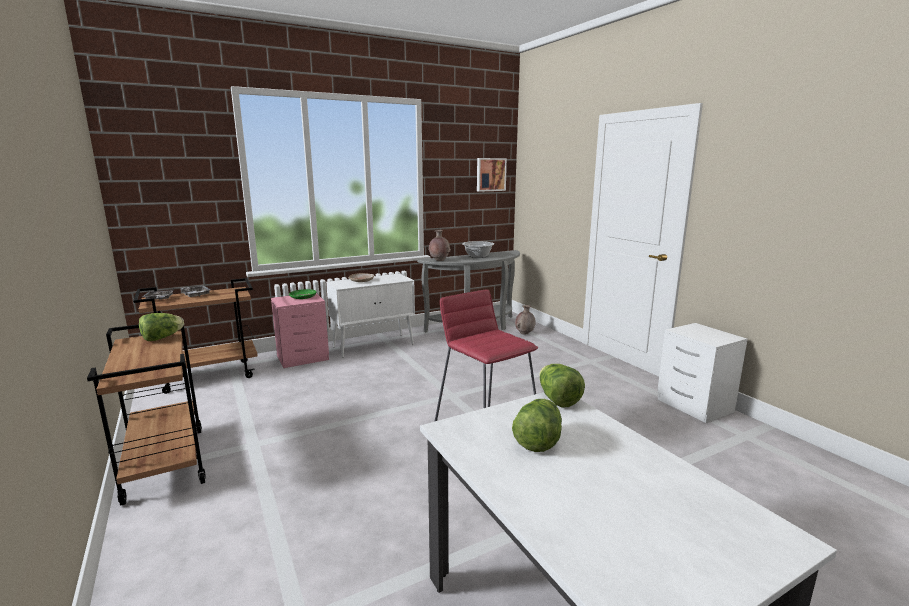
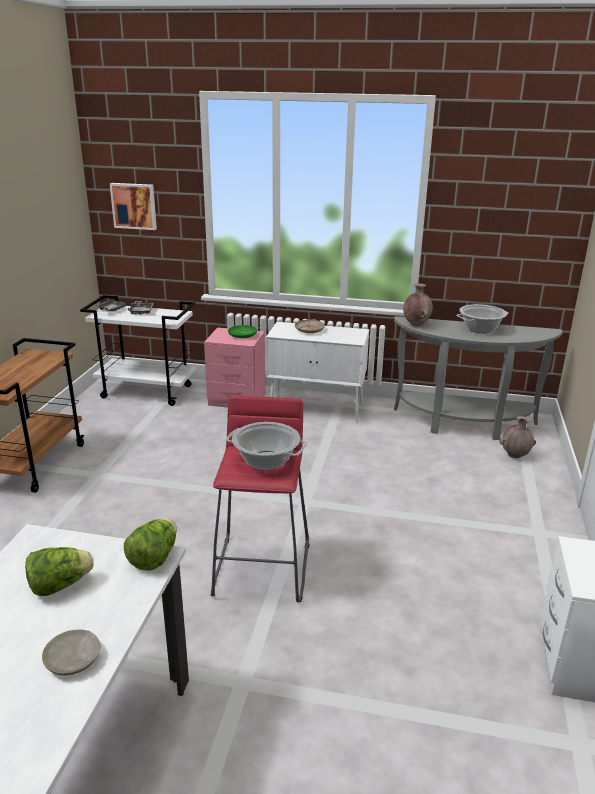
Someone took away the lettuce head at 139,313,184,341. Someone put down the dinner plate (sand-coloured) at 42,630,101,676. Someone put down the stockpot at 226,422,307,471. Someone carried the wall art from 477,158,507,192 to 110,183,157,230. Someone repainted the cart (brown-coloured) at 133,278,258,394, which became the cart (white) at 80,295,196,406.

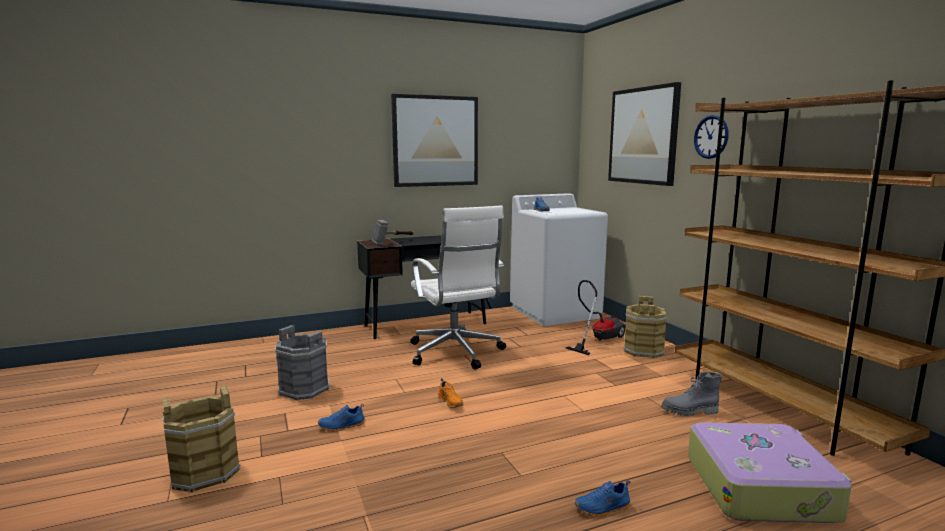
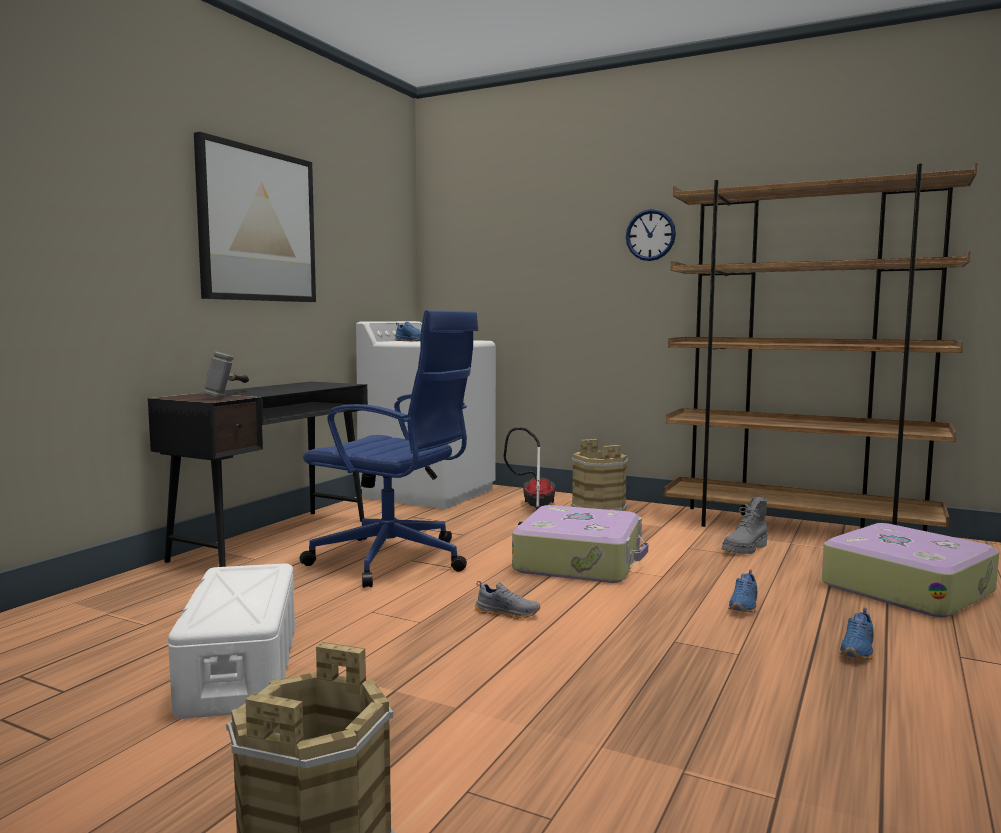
Someone took away the wall art at 608,82,681,186. Someone put down the suitcase at 512,505,648,583. Someone carried the item of footwear (blue) from 318,404,365,432 to 728,569,758,613. Someone swapped the bucket (gray) at 275,325,330,400 for the storage bin (white) at 168,563,295,719. Someone repainted the office chair (white) at 410,206,506,370, which became the office chair (blue) at 300,310,478,588. Someone repainted the item of footwear (orange-coloured) at 438,378,464,408, which became the item of footwear (gray) at 475,581,540,619.

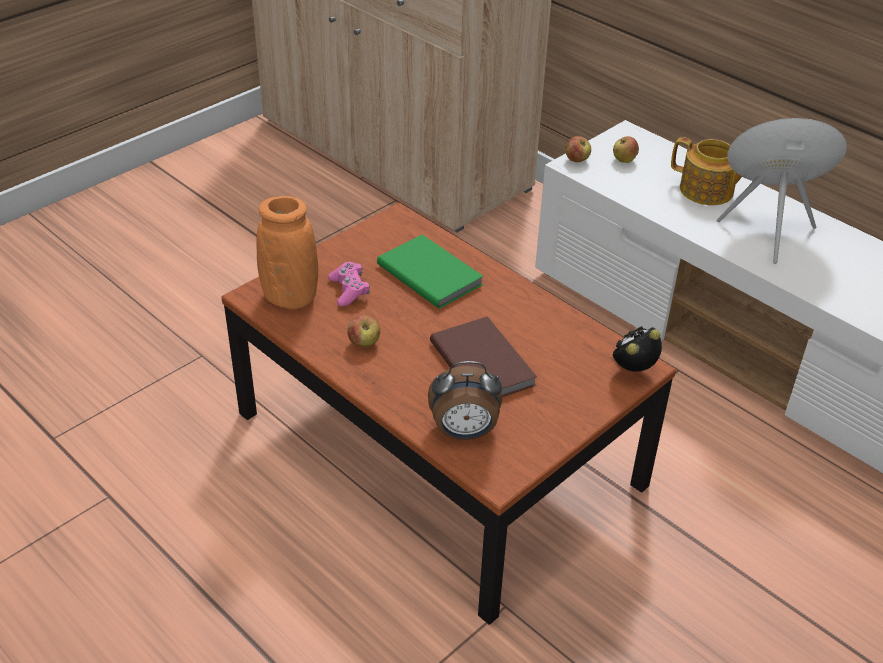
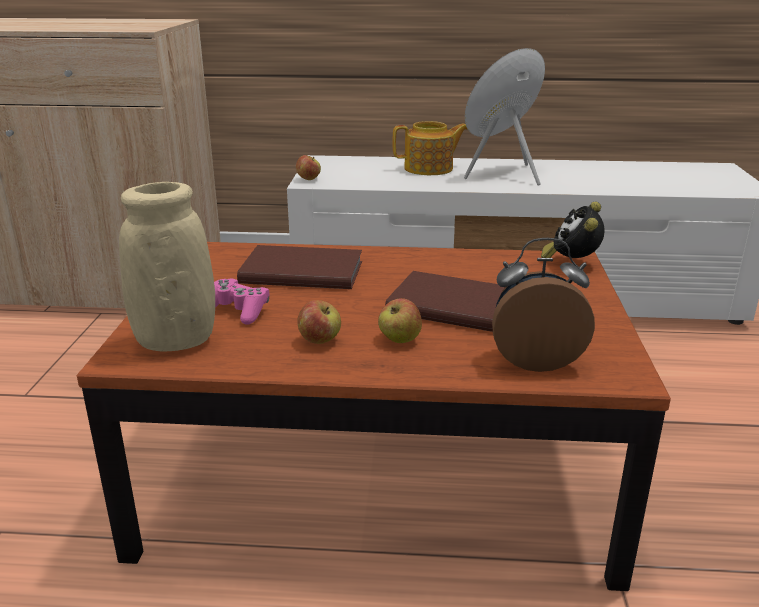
Someone carried the apple fruit from 613,136,639,163 to 378,298,422,343. Someone repainted the flower vase (orange-coloured) at 257,196,318,309, which became the flower vase (sand-coloured) at 119,182,215,351. Someone repainted the bound book (green-coloured) at 377,234,484,309, which became the bound book (brown-coloured) at 237,245,362,289. Someone rotated the bedside clock at 428,361,502,440 by 135 degrees counterclockwise.

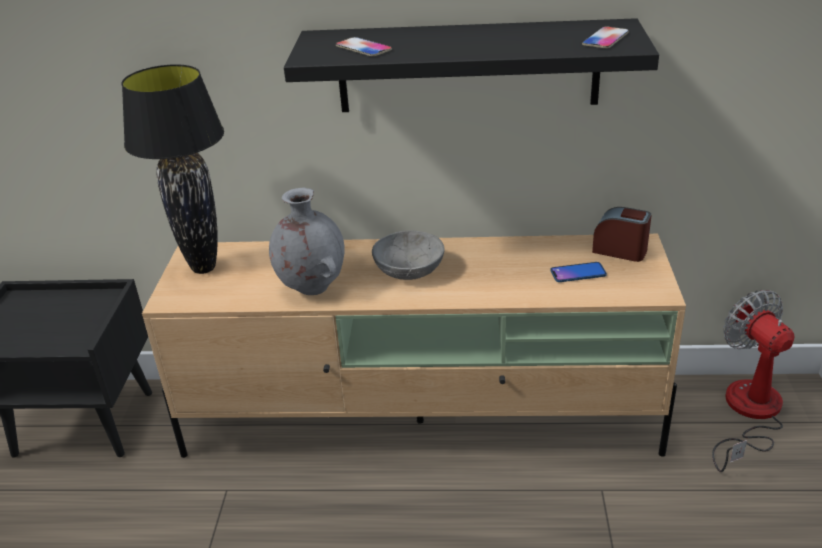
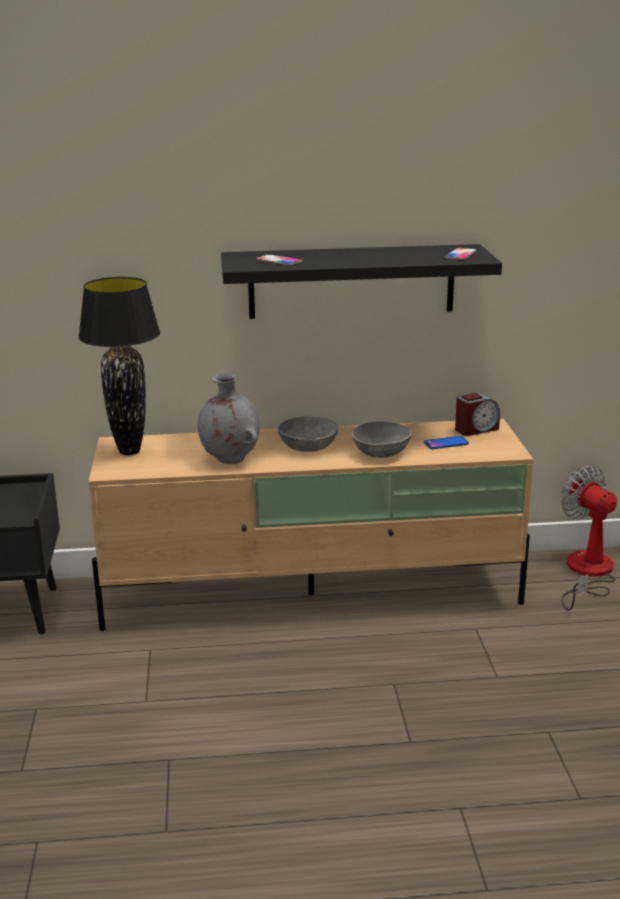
Someone put down the bowl (gray) at 351,422,412,458. Someone rotated the bedside clock at 592,207,652,262 by 135 degrees clockwise.

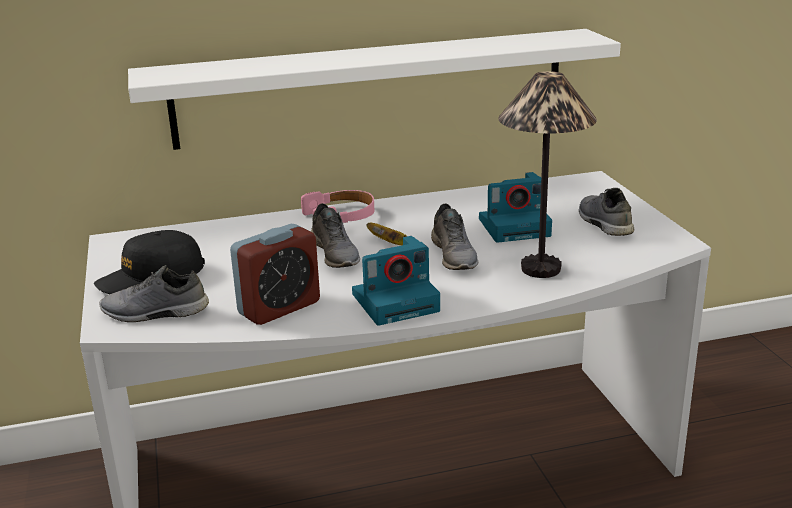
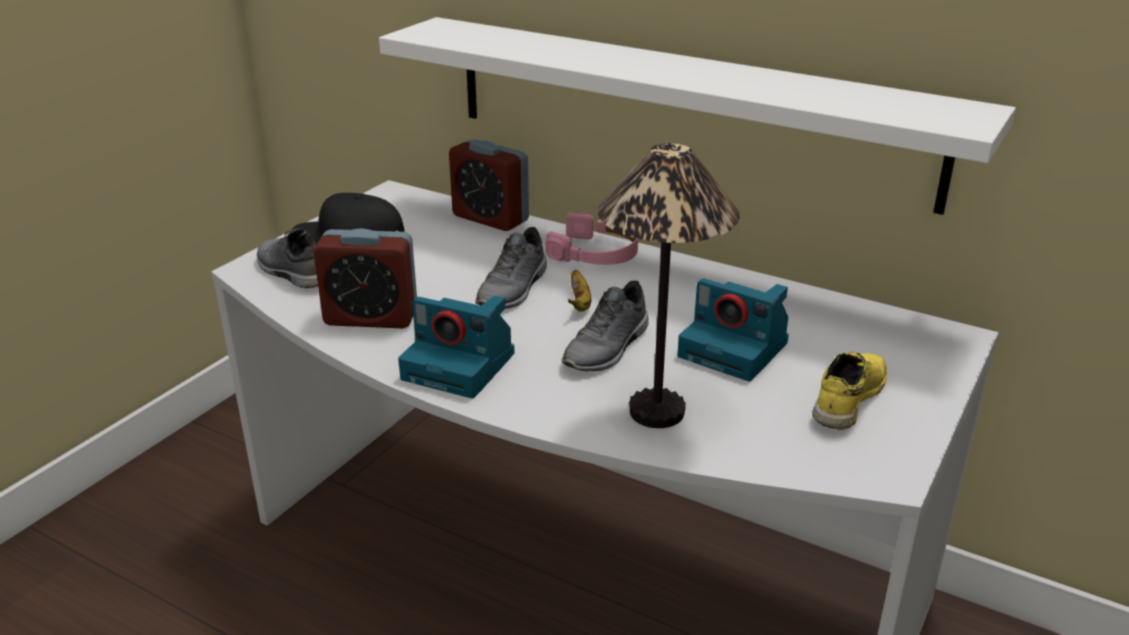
Someone put down the bedside clock at 449,139,529,231. Someone repainted the item of footwear (gray) at 579,188,634,236, which became the item of footwear (yellow) at 812,351,887,430.

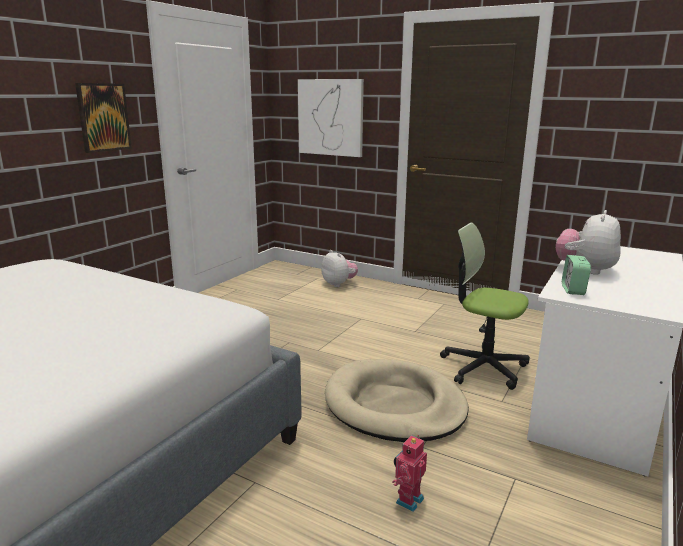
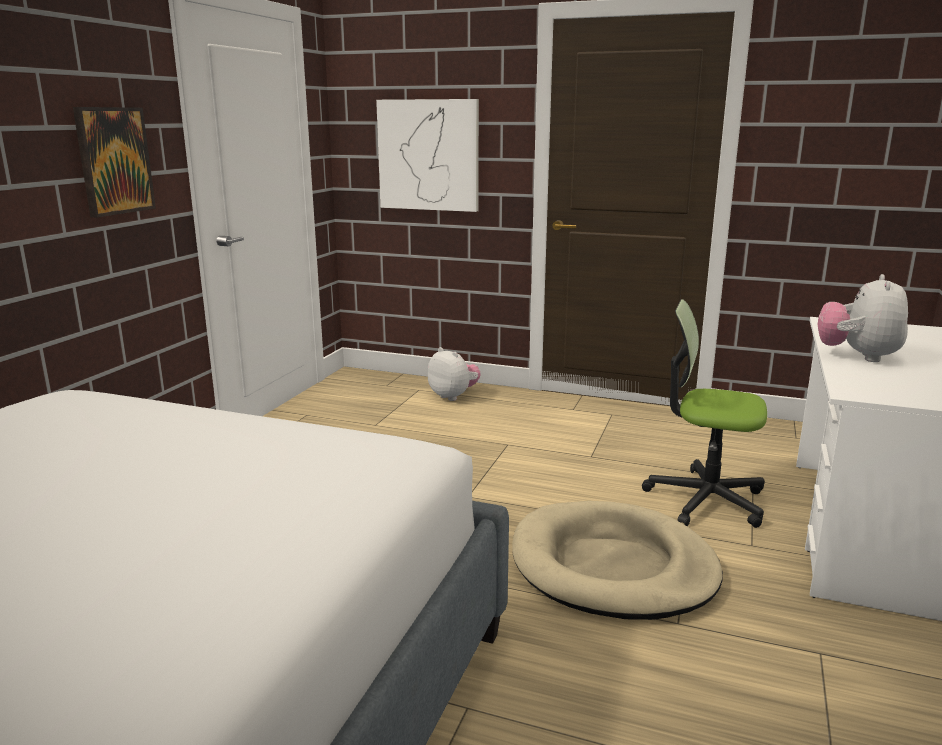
Someone took away the robot figure at 392,435,427,512. Someone took away the bedside clock at 562,255,591,295.

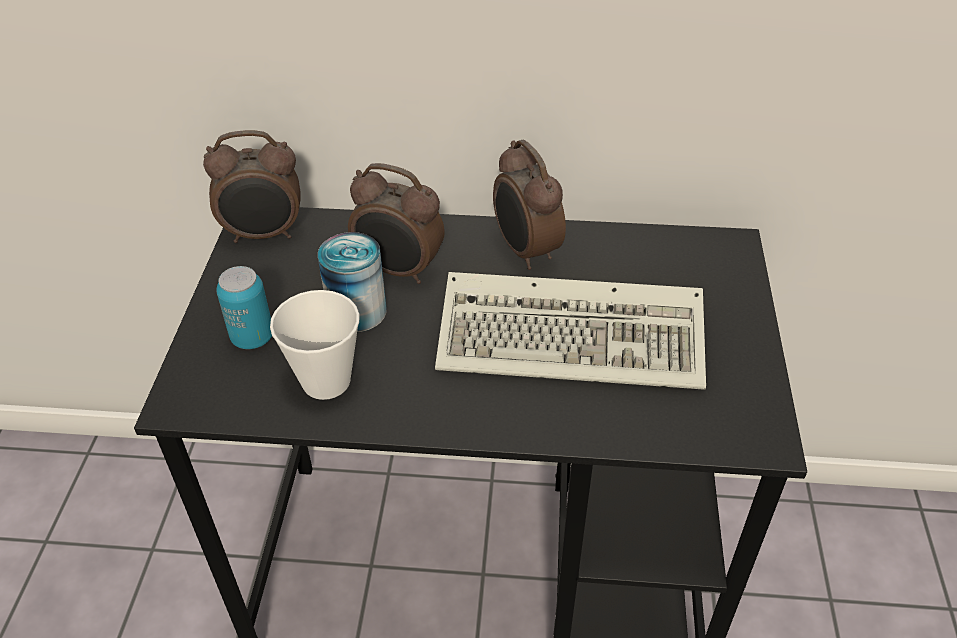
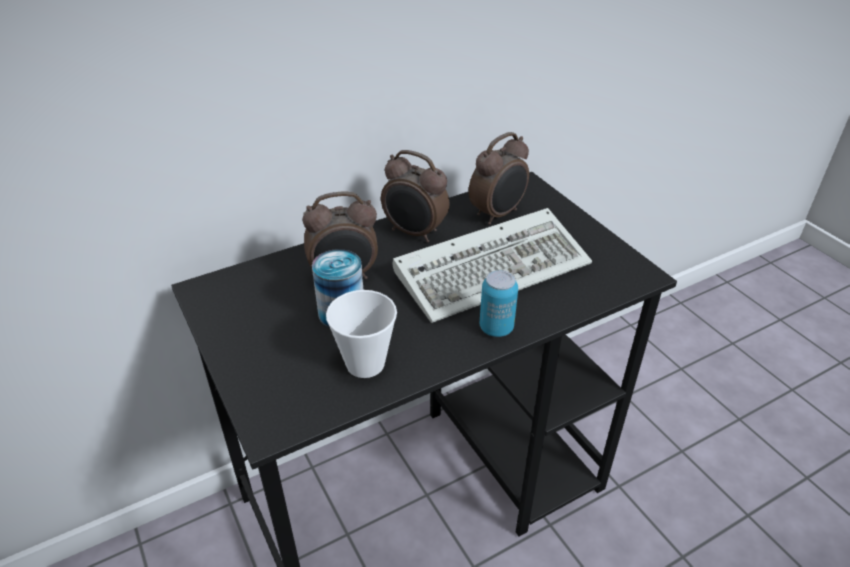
Someone carried the bedside clock from 203,130,301,243 to 469,132,529,225. Someone carried the metal can from 216,266,272,349 to 480,270,518,337.

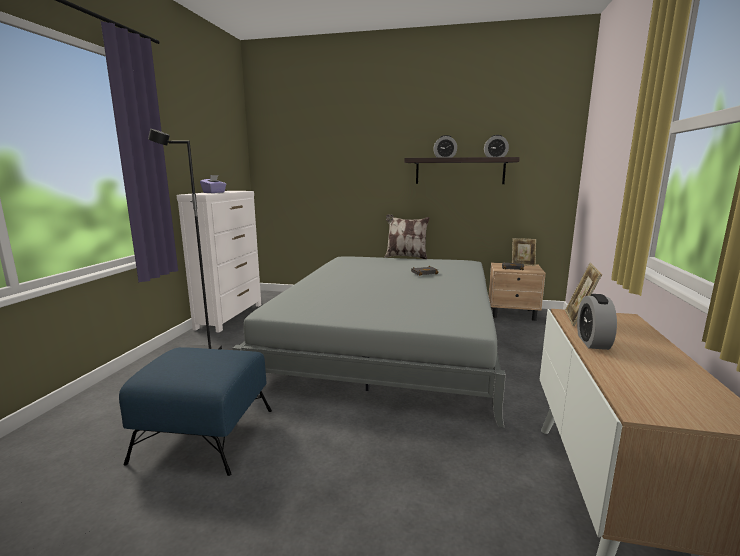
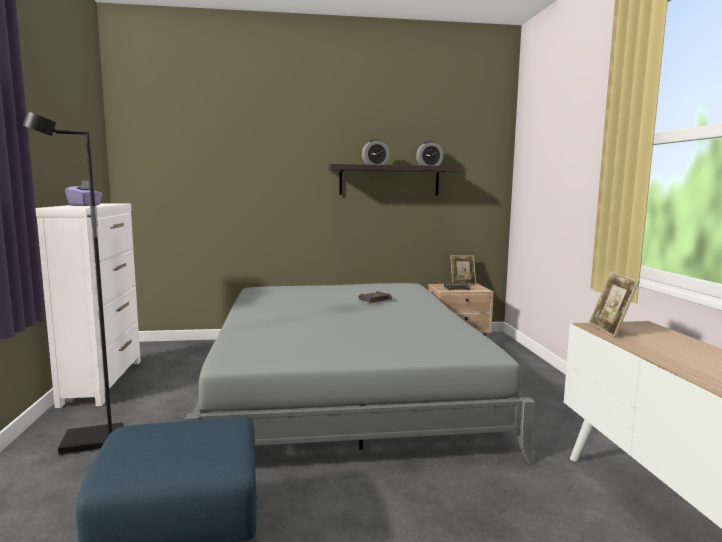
Someone took away the cushion at 384,214,430,259. Someone took away the bedside clock at 577,294,617,350.

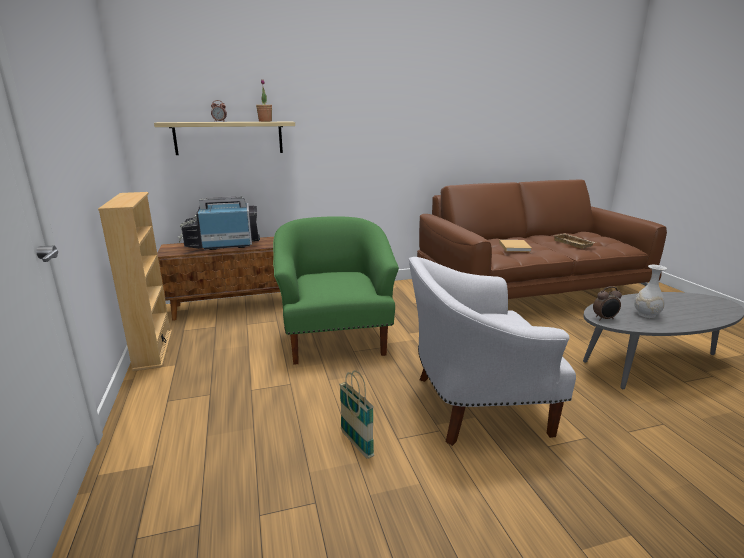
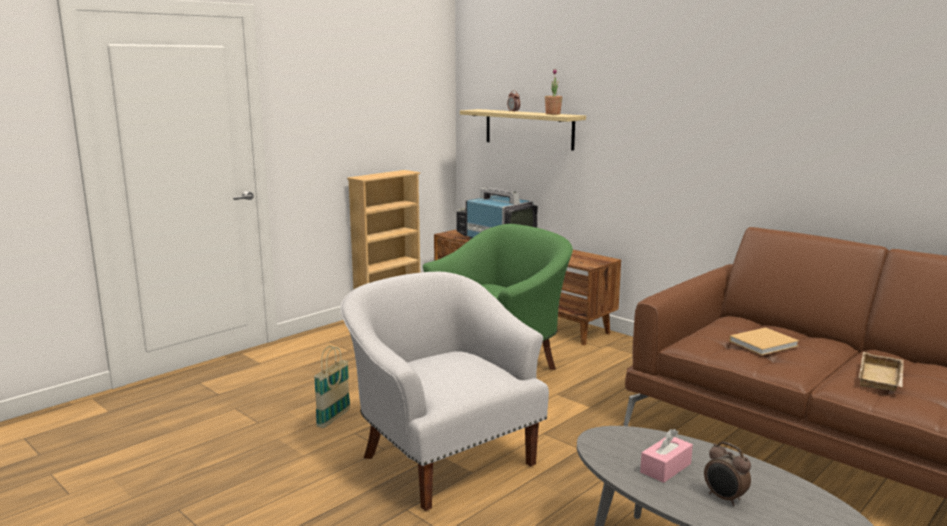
Someone carried the bedside clock from 593,286,622,321 to 704,442,751,506. Someone swapped the flower vase (white) at 634,265,667,318 for the box of tissues (pink-coloured) at 640,429,693,483.

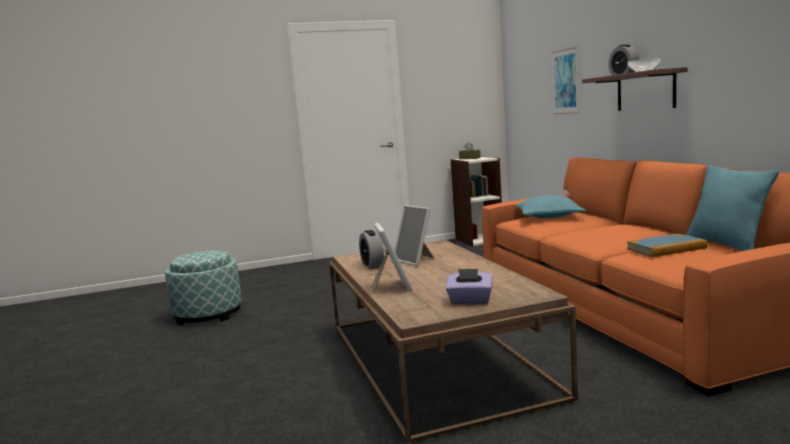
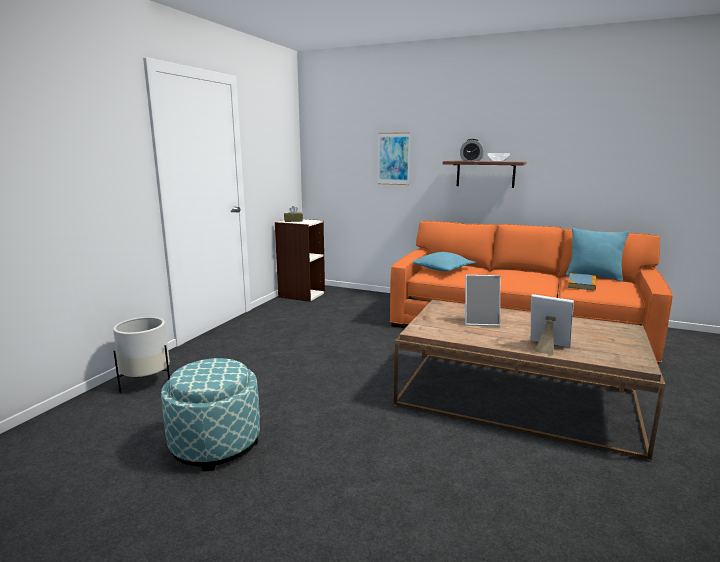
Someone took away the bedside clock at 359,230,384,269. Someone took away the box of tissues (purplish) at 446,269,493,305. Someone put down the planter (white) at 113,317,170,393.

